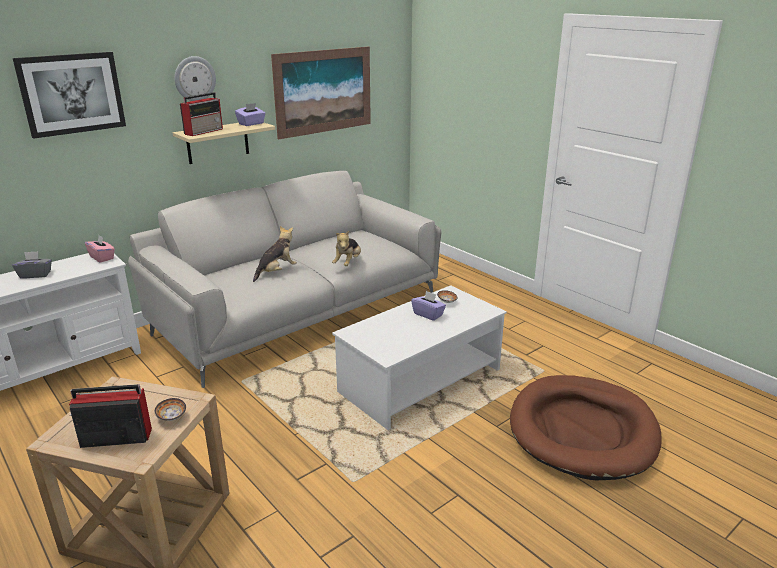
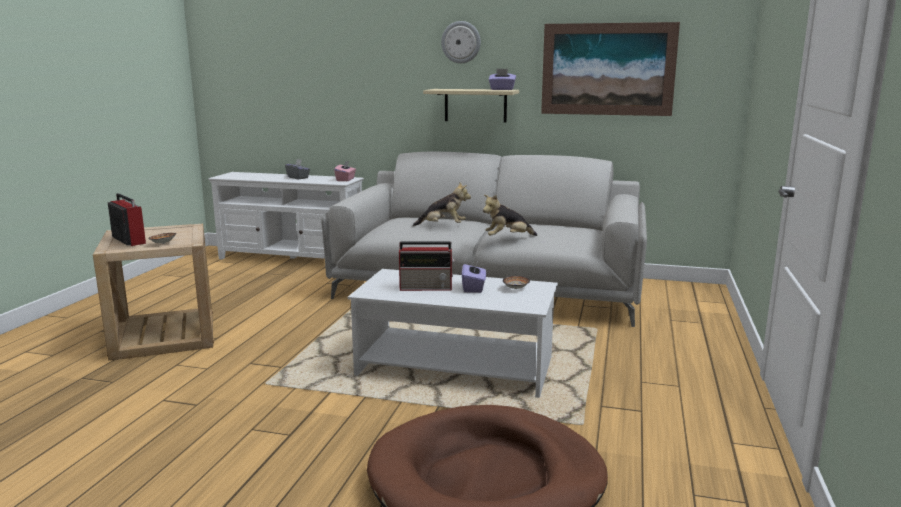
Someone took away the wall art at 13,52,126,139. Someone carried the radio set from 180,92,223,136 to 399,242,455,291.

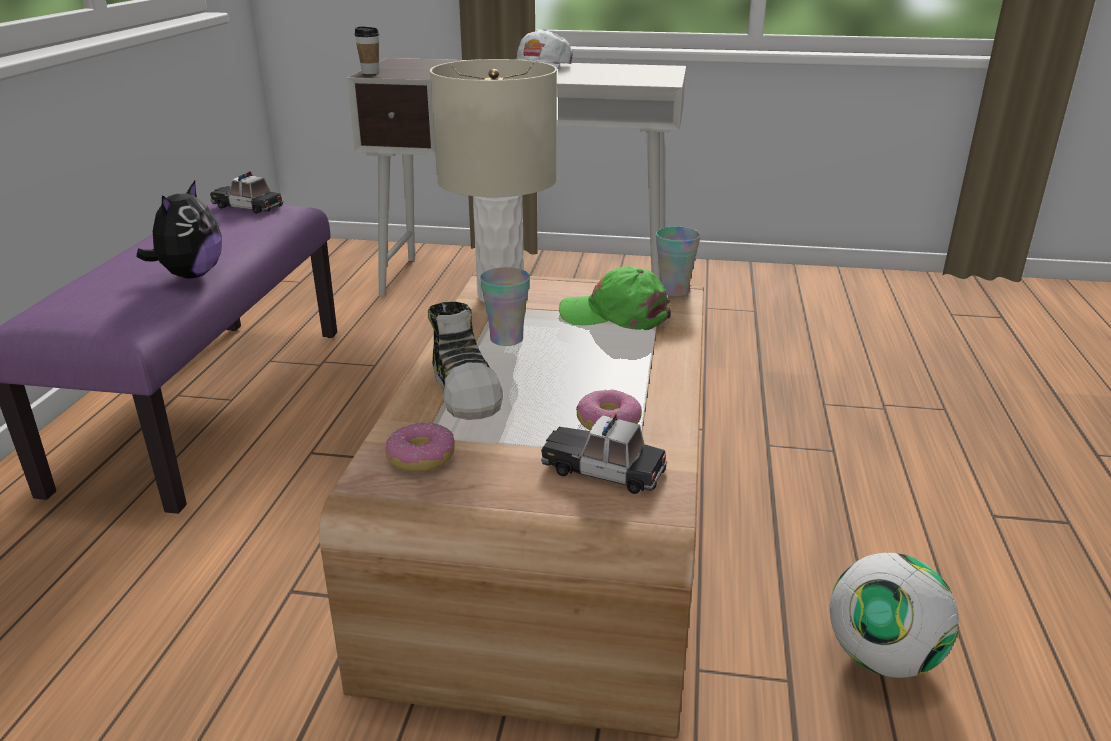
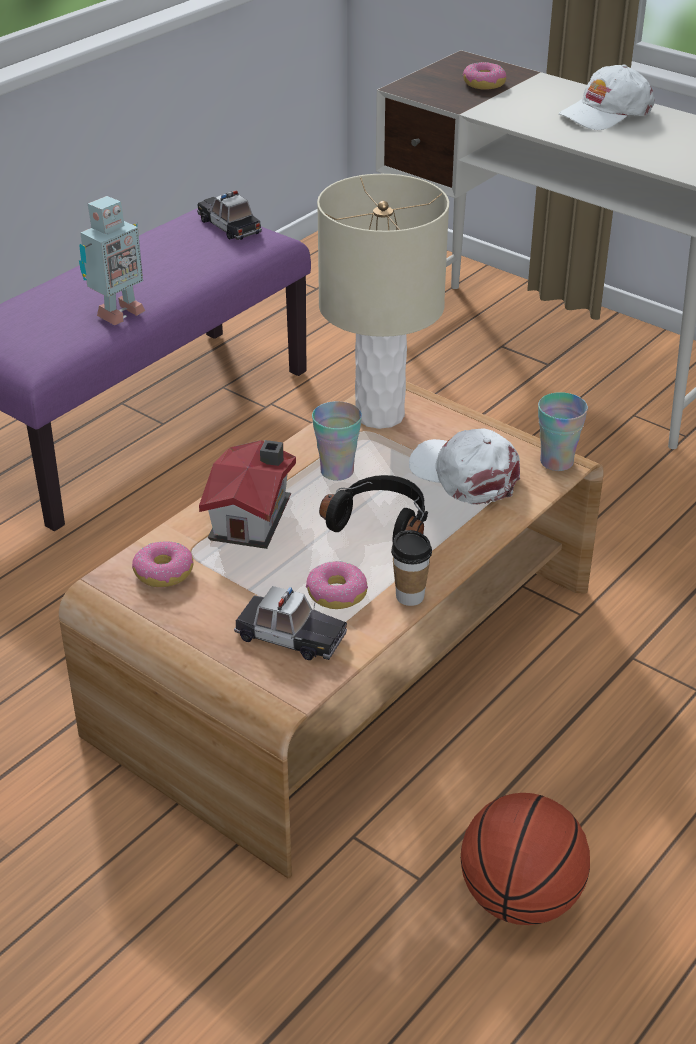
Someone put down the headset (black-coloured) at 319,475,428,541. Someone put down the donut at 463,62,507,90. Someone carried the drinking cup from 355,26,379,74 to 391,530,432,606. Someone swapped the plush toy at 136,181,222,278 for the robot figure at 79,196,145,325. Someone swapped the item of footwear at 428,302,503,420 for the miniature house at 199,440,296,549. Someone swapped the football ball at 830,553,959,678 for the basketball at 461,793,590,925. Someone repainted the cap (green-coloured) at 559,266,671,330, which became the cap (white) at 409,428,520,505. Someone rotated the model car at 541,413,667,494 by 150 degrees clockwise.

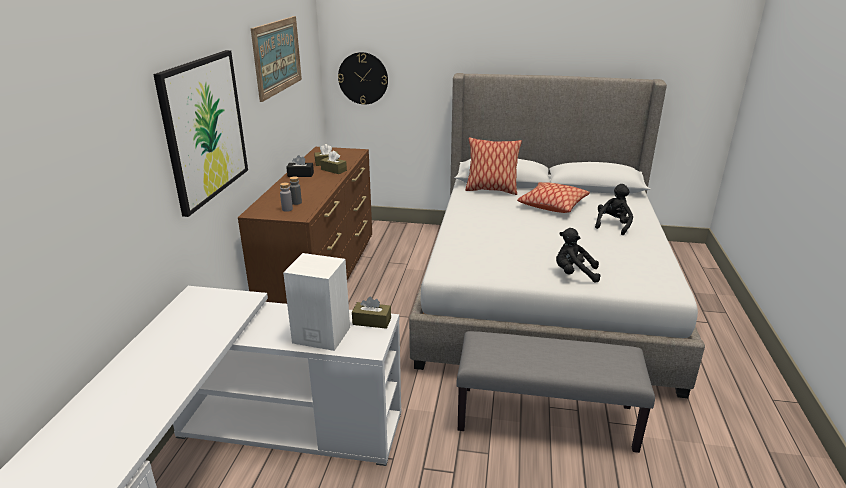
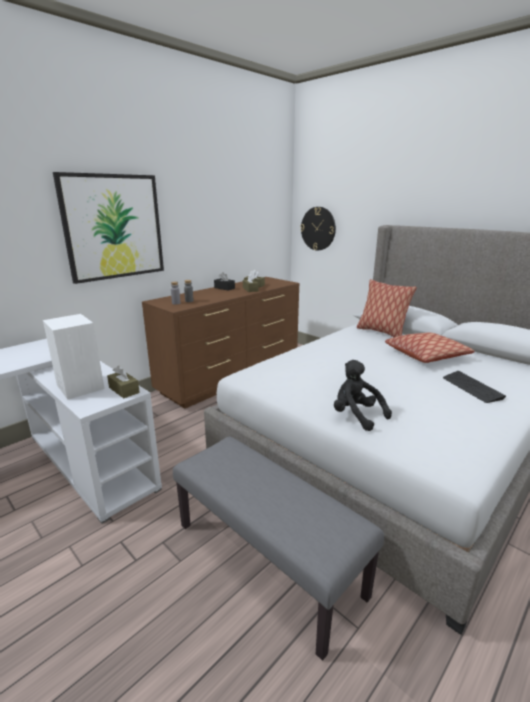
Someone took away the wall art at 251,16,302,102. Someone swapped the plush toy (black-coloured) at 595,184,633,235 for the keyboard at 443,371,506,403.

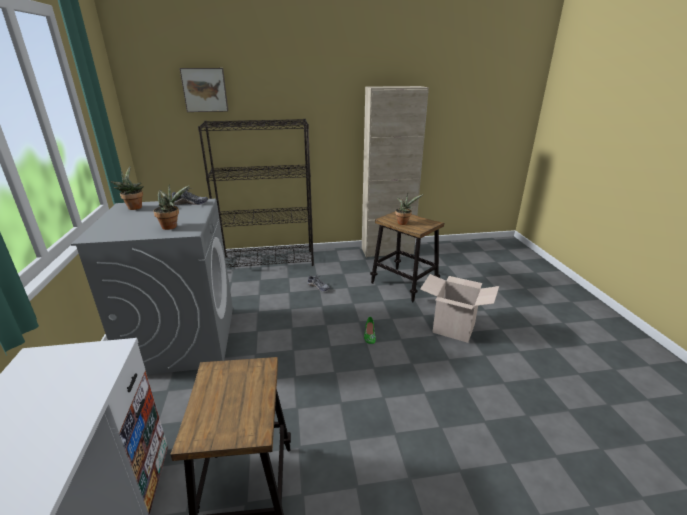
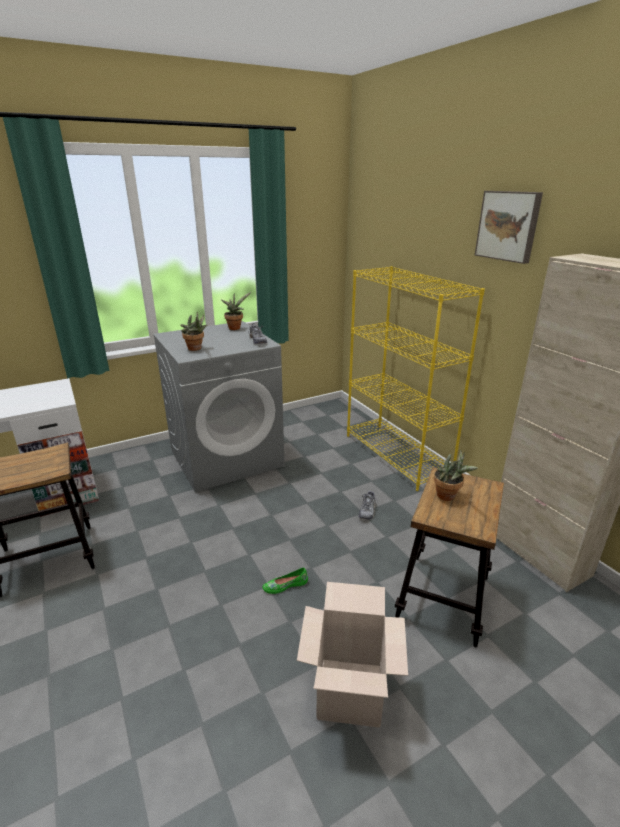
Someone carried the wall art from 180,68,228,112 to 475,191,543,264. Someone repainted the bookcase (black-coloured) at 198,119,314,267, which became the bookcase (yellow) at 347,266,485,491.

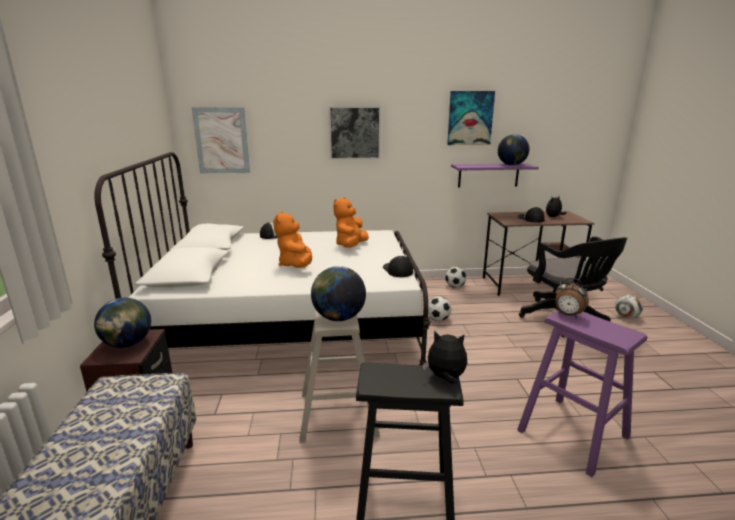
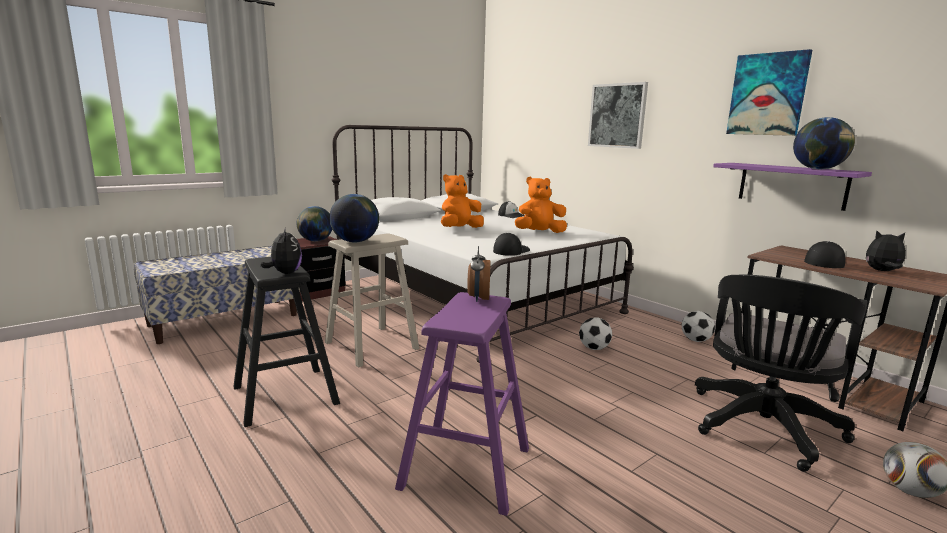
Someone took away the wall art at 192,107,250,173.

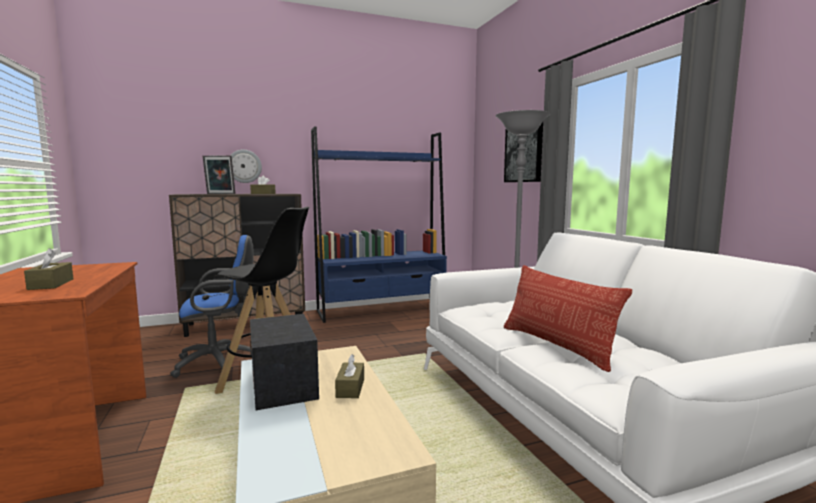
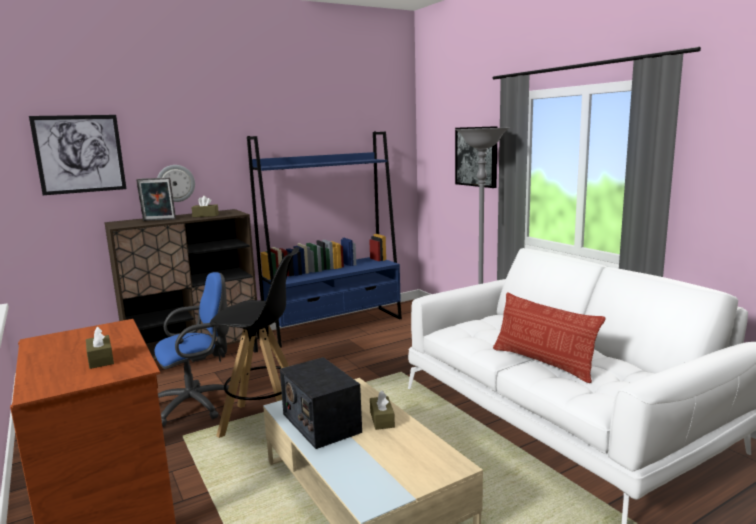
Someone put up the wall art at 29,115,126,195.

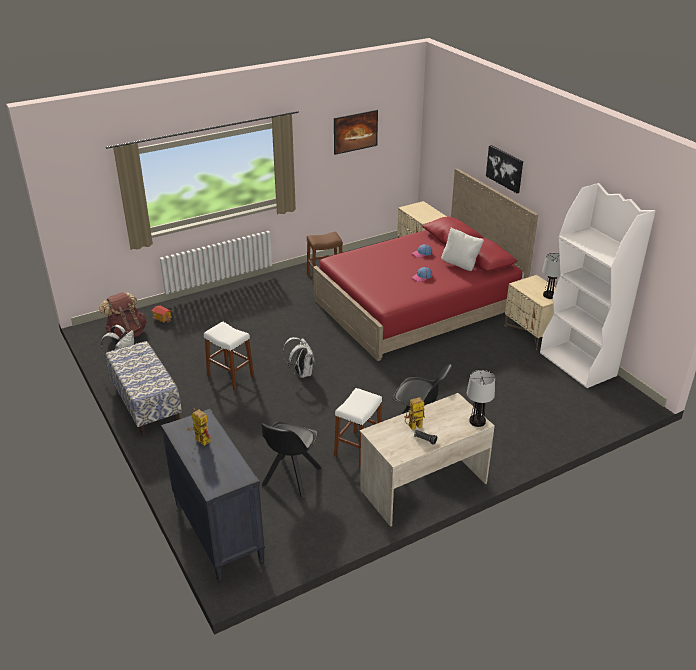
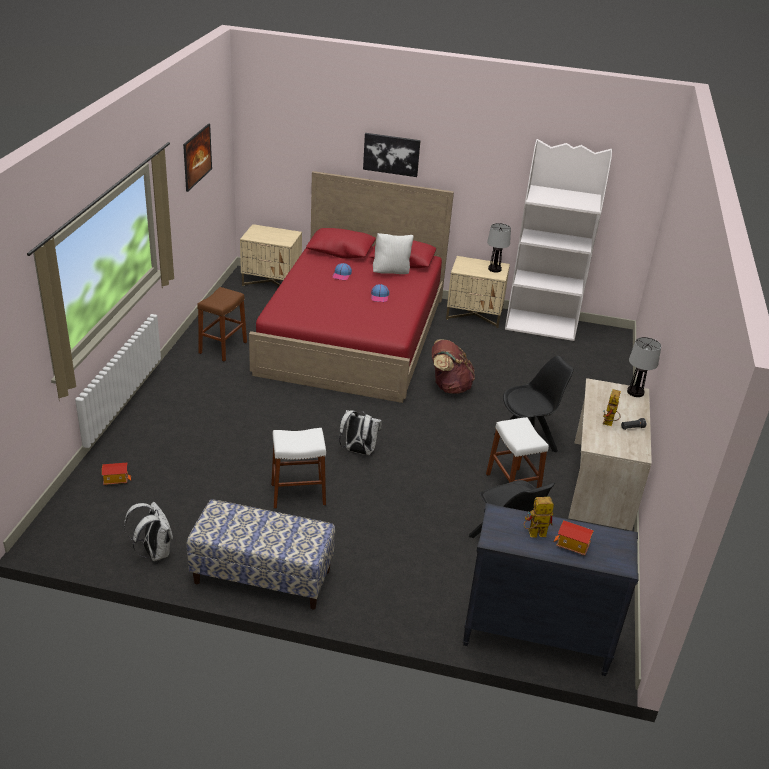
Someone put down the miniature house at 553,521,594,555. Someone carried the rucksack (brown-coloured) from 99,292,147,339 to 432,339,475,394.

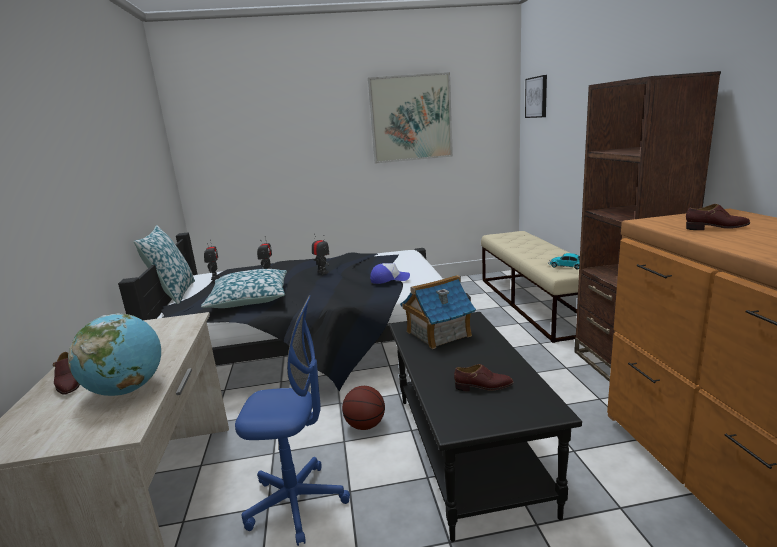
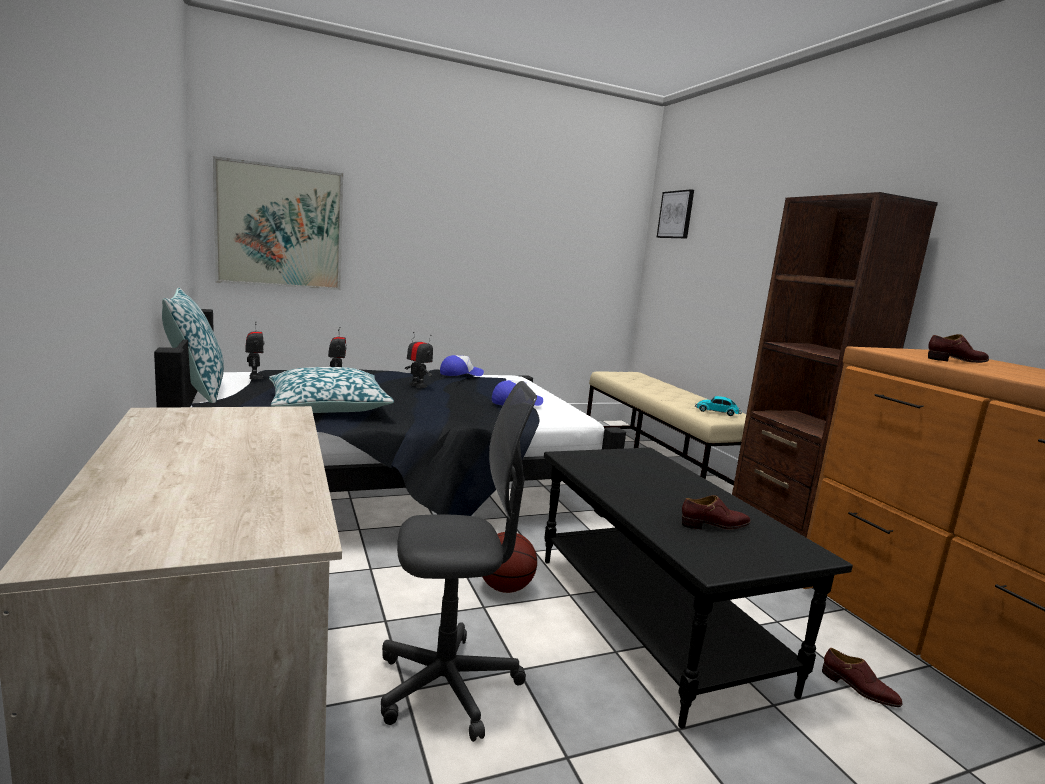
Someone took away the desk globe at 68,313,161,396. Someone took away the miniature house at 400,275,476,349. Someone put down the cap at 440,355,484,376. Someone carried the item of footwear (brown-coloured) from 53,352,80,395 to 822,648,902,707. Someone carried the wall art from 368,72,453,164 to 213,156,343,290. Someone repainted the office chair (blue) at 235,295,350,546, which became the office chair (gray) at 381,381,537,742.

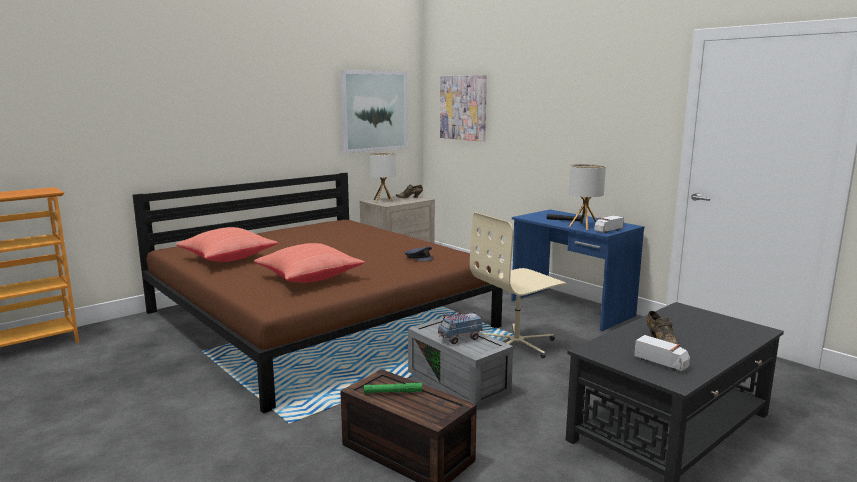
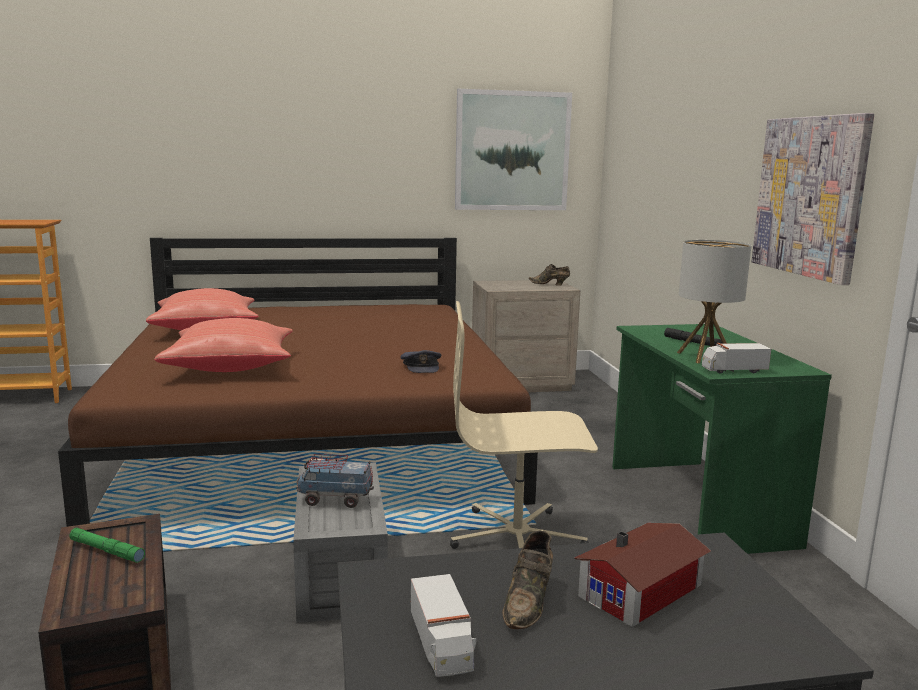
Someone took away the table lamp at 369,152,396,203. Someone put down the miniature house at 575,523,711,627. Someone carried the wall art from 440,75,487,142 to 751,113,874,285. Someone repainted the desk unit (blue) at 511,209,645,331, which became the desk unit (green-coloured) at 612,324,832,554.

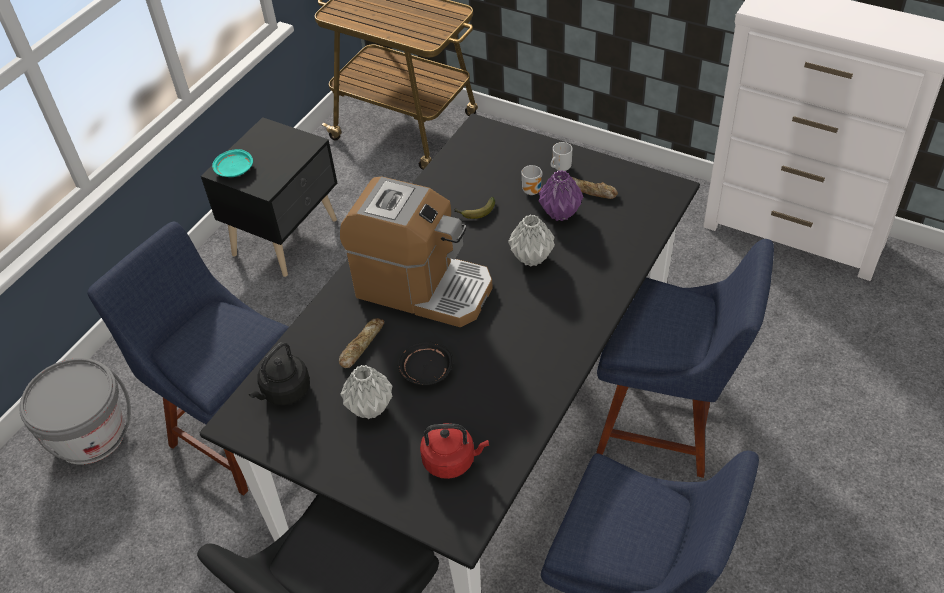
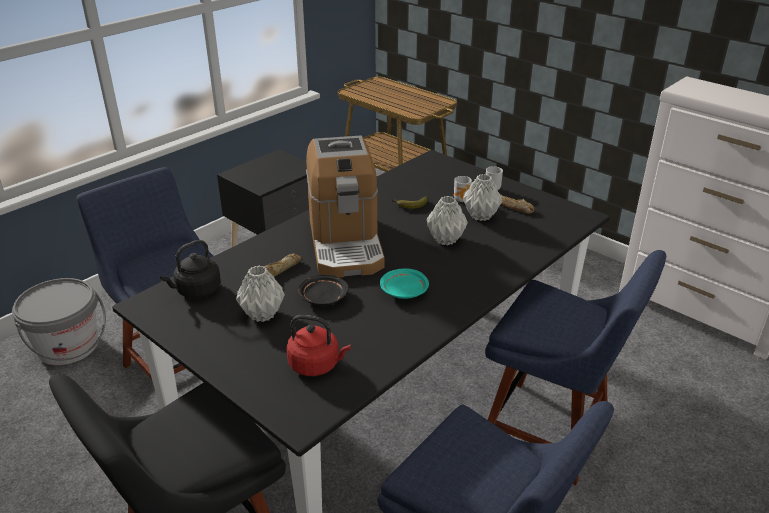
Someone carried the dinner plate (blue-green) from 212,149,253,177 to 380,268,429,299. Someone repainted the flower vase (purplish) at 539,170,583,221, which became the flower vase (gray) at 463,174,502,221. Someone rotated the coffee machine at 340,177,493,327 by 45 degrees clockwise.

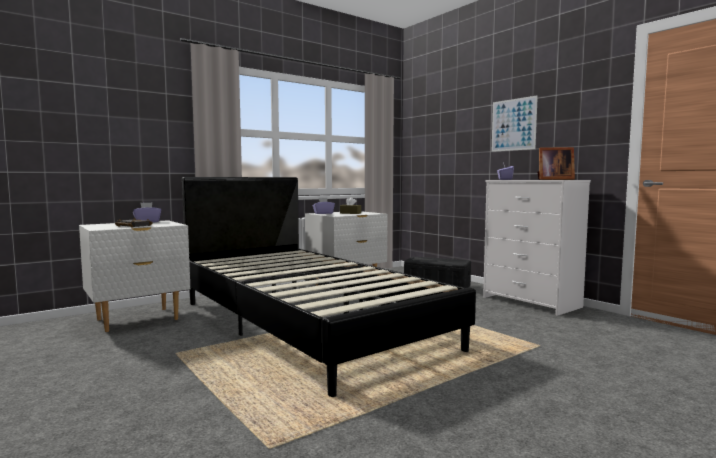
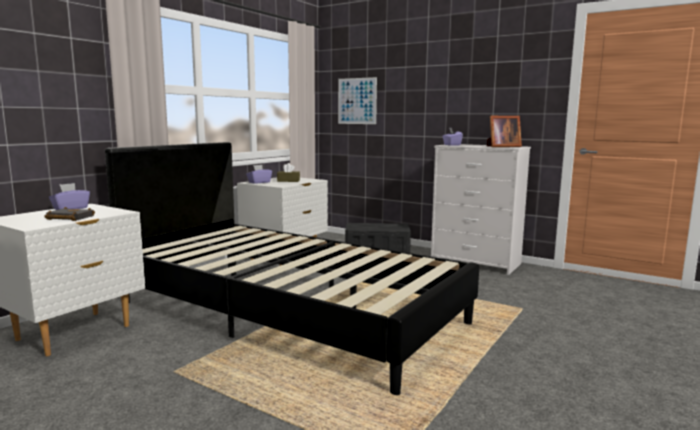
Someone carried the wall art from 491,95,538,152 to 338,77,377,124.

